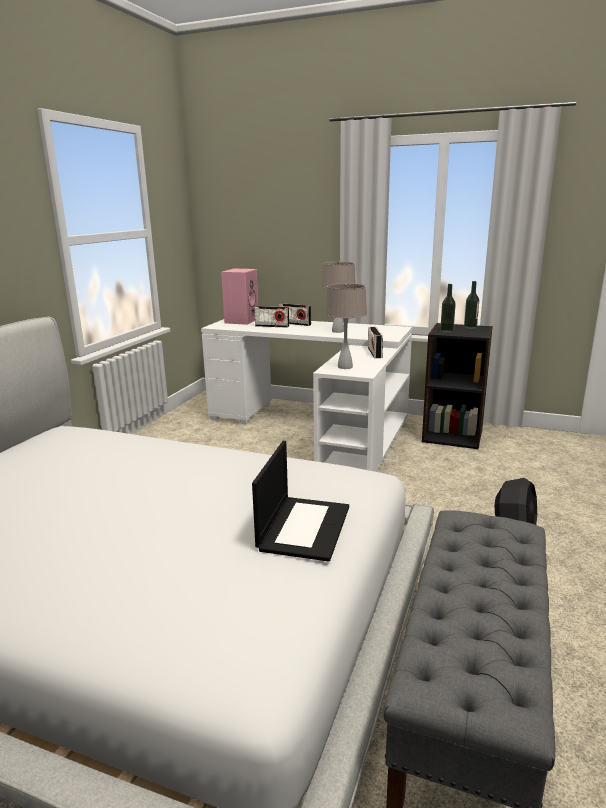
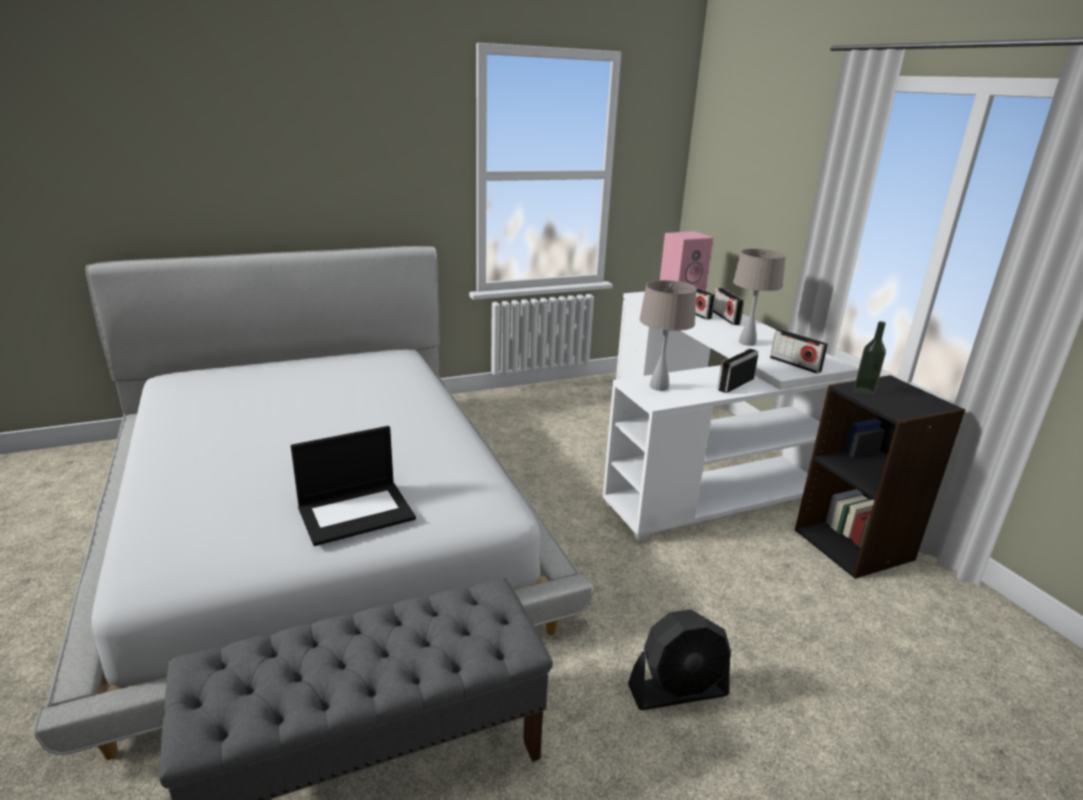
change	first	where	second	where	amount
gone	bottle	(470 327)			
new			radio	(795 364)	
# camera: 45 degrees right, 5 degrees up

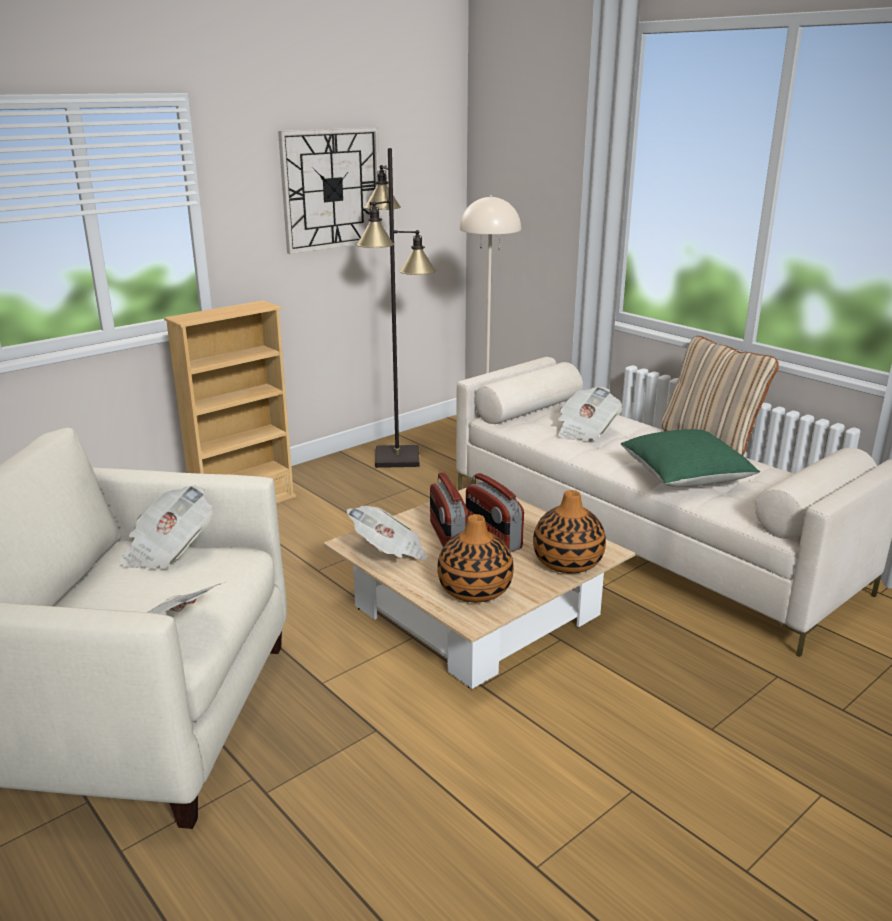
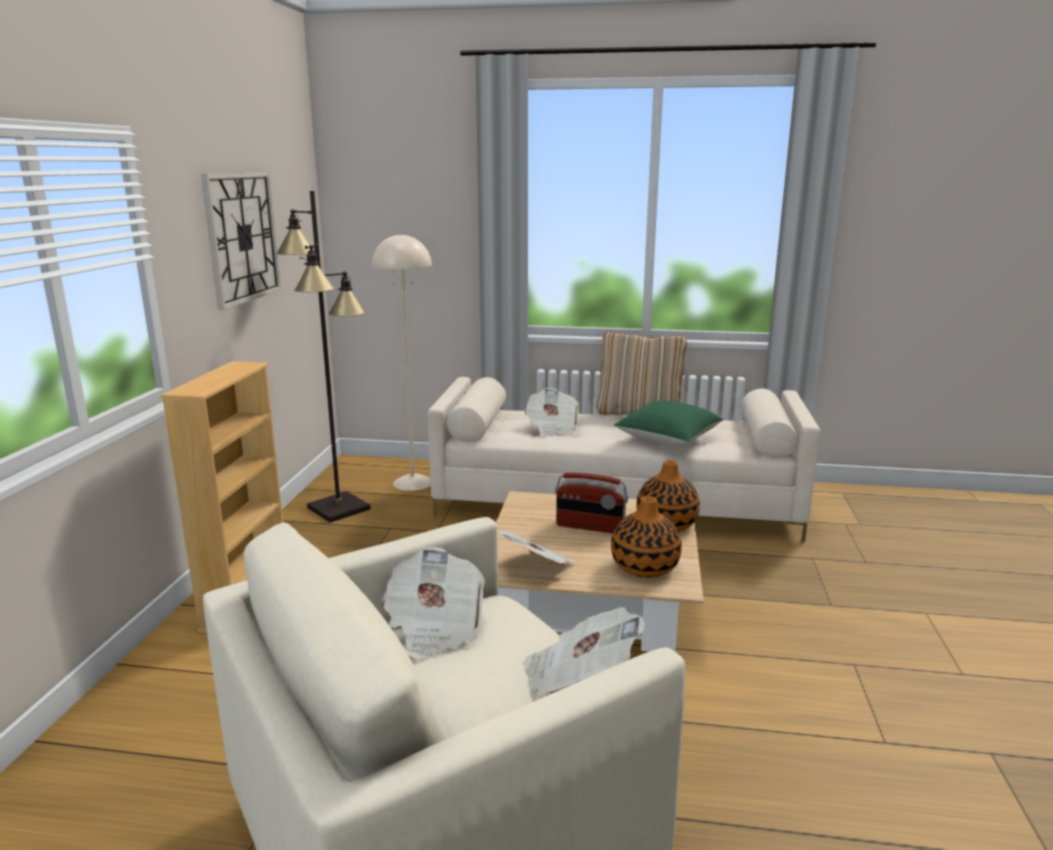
change	first	where	second	where	amount
gone	radio	(447 538)			
# camera: 40 degrees left, 5 degrees down

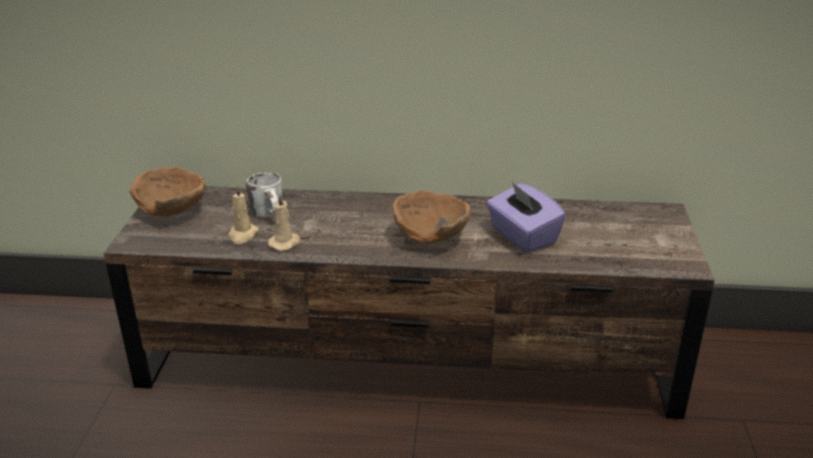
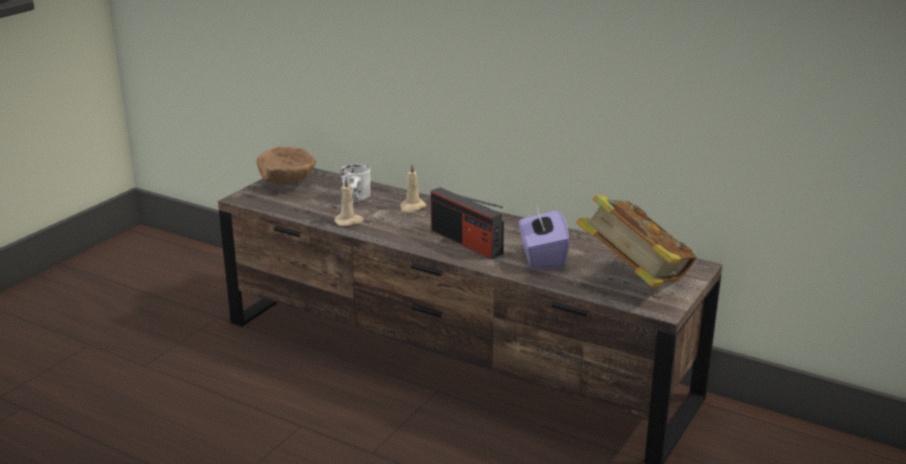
change	first	where	second	where	amount
new			book	(634 279)	
shifted	candle/beige	(243 235)		(412 207)	
swapped	bowl/brown	(432 238)	radio	(466 242)	
# camera: 25 degrees right, 5 degrees down

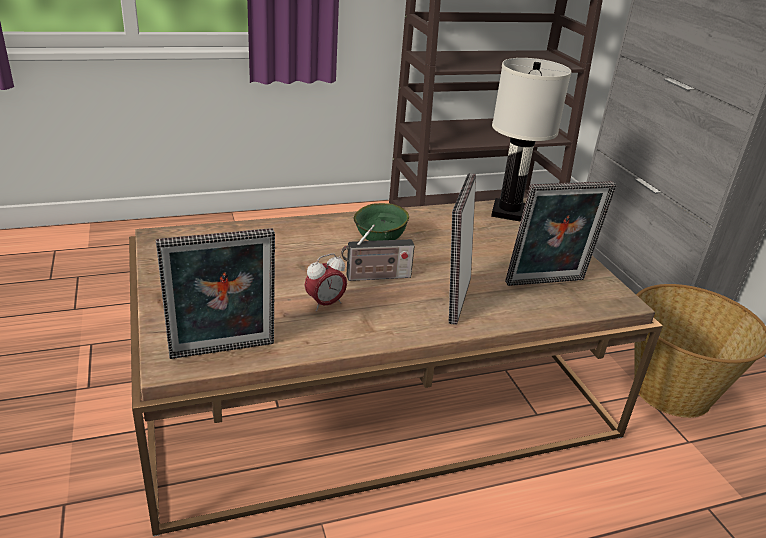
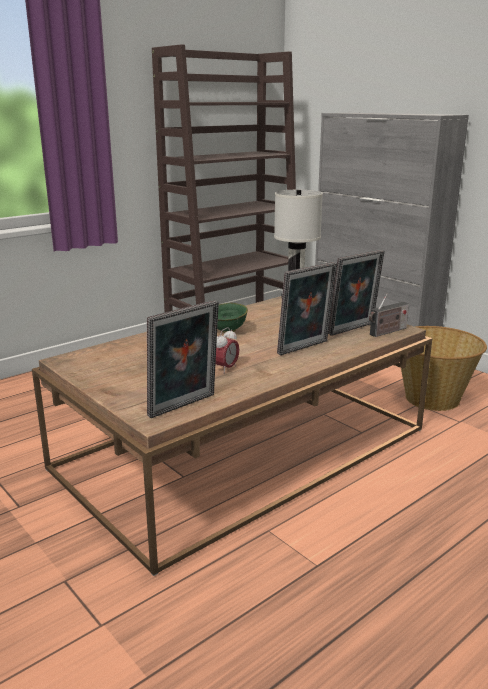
change	first	where	second	where	amount
shifted	radio	(375 277)		(387 332)	
rotated	picture frame	(454 298)		(305 348)	120 degrees counterclockwise
# camera: 20 degrees left, 10 degrees down

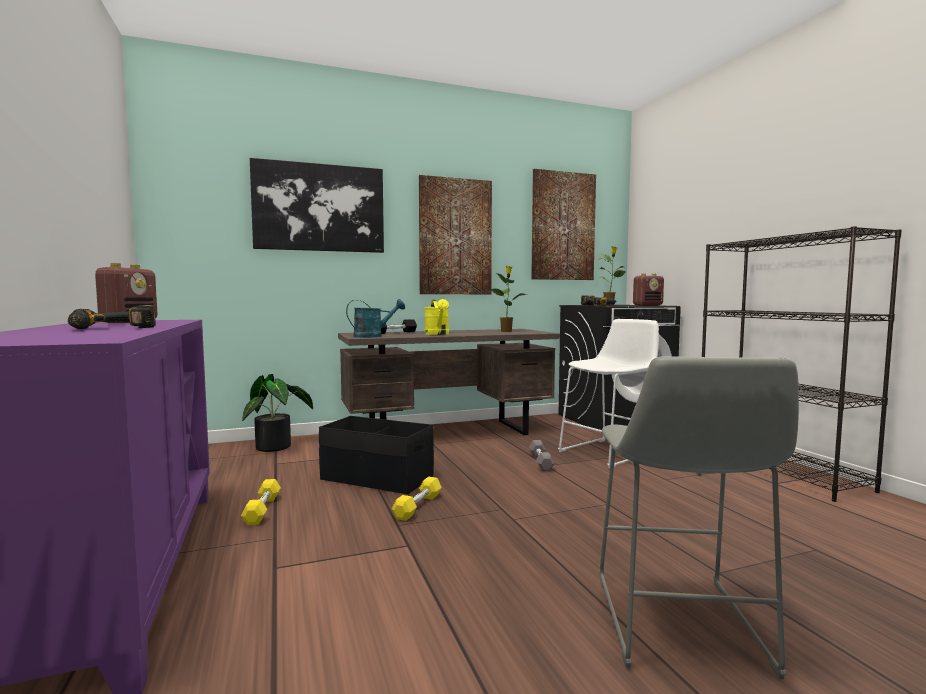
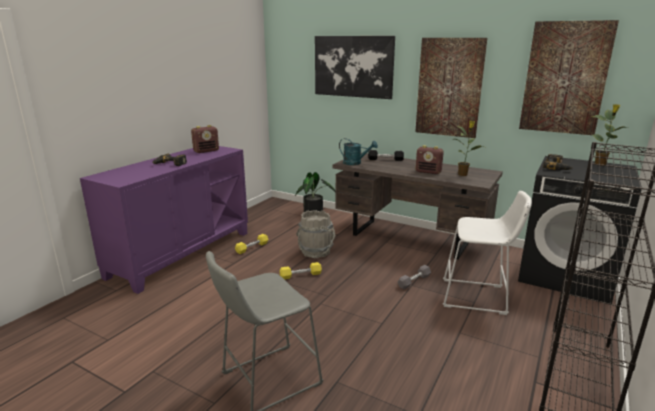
change	first	where	second	where	amount
gone	watering can/yellow	(438 334)			
shifted	radio	(648 305)		(428 172)	
swapped	storage box/black	(377 478)	bucket/grey	(316 252)	
# camera: 50 degrees right, 15 degrees up

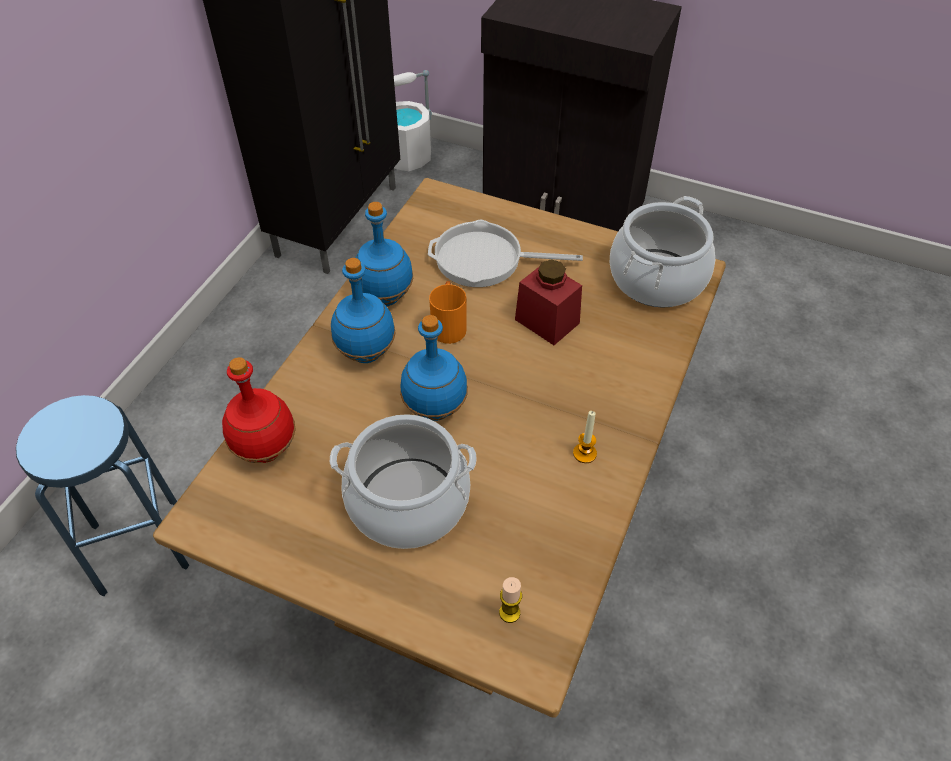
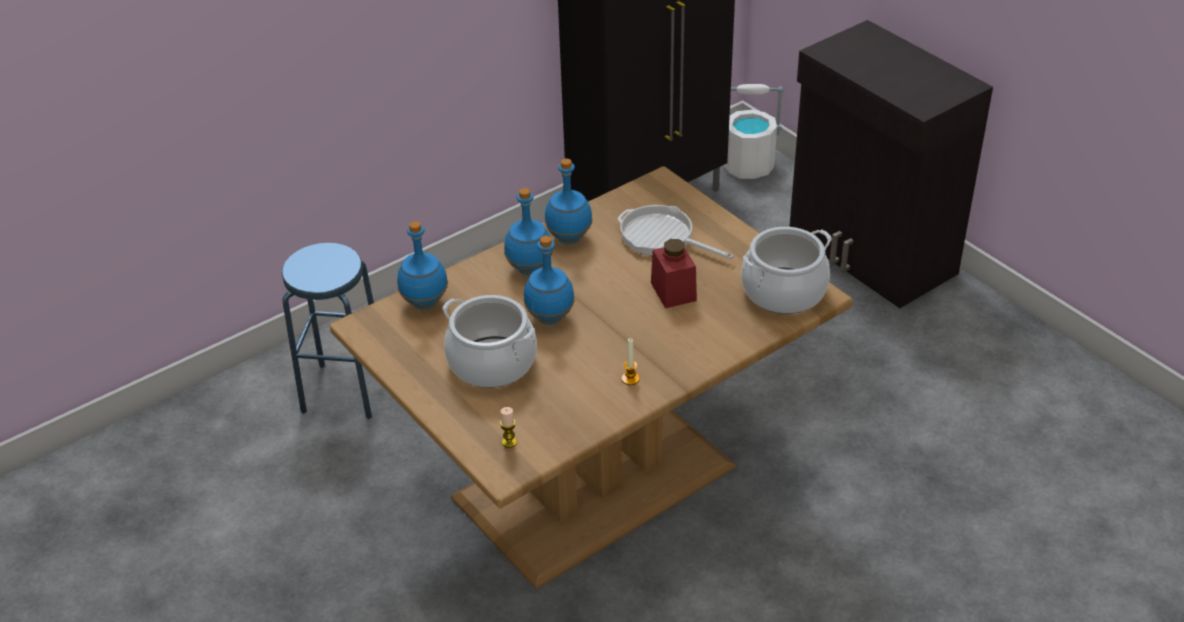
change	first	where	second	where	amount
gone	mug/orange	(448 326)			
repainted	bottle/red	(265 451)	bottle/blue	(424 303)	
# camera: 30 degrees right, 10 degrees down

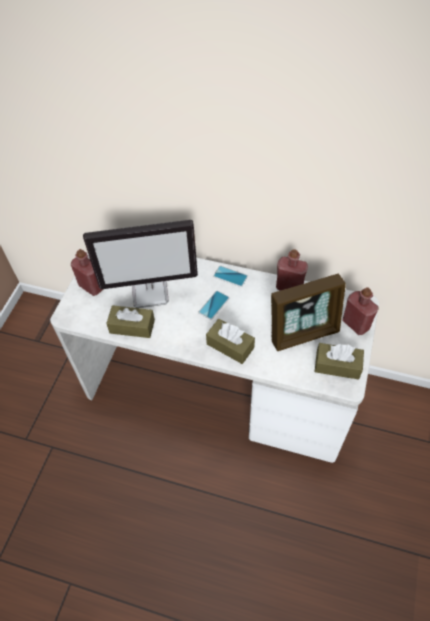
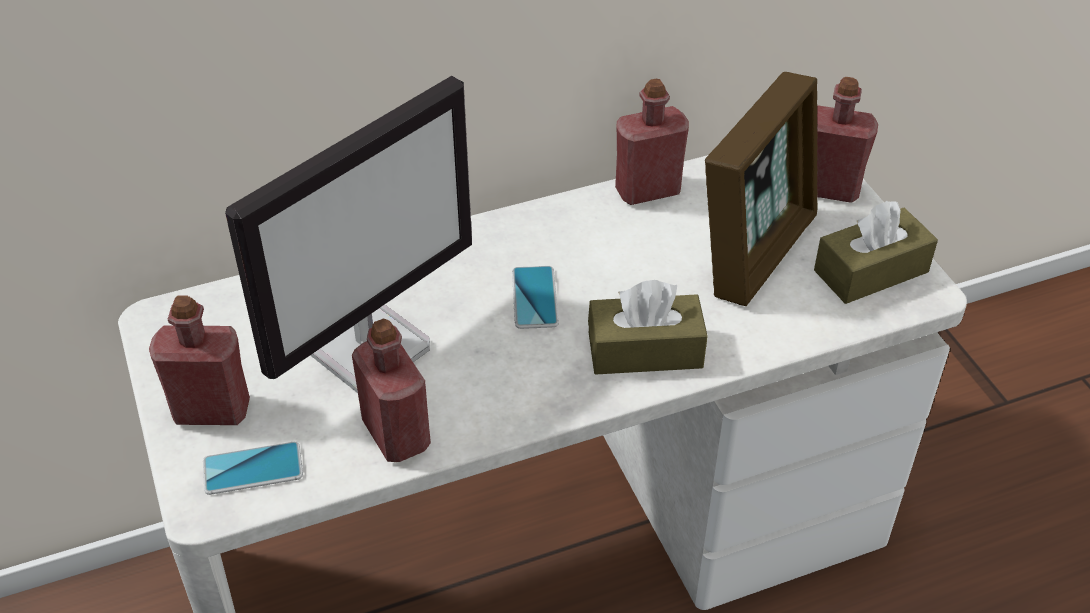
change	first	where	second	where	amount
shifted	phone	(230 276)		(253 469)	
swapped	tissue box/brown	(132 326)	bottle/red	(396 434)	
# camera: 40 degrees left, 10 degrees down

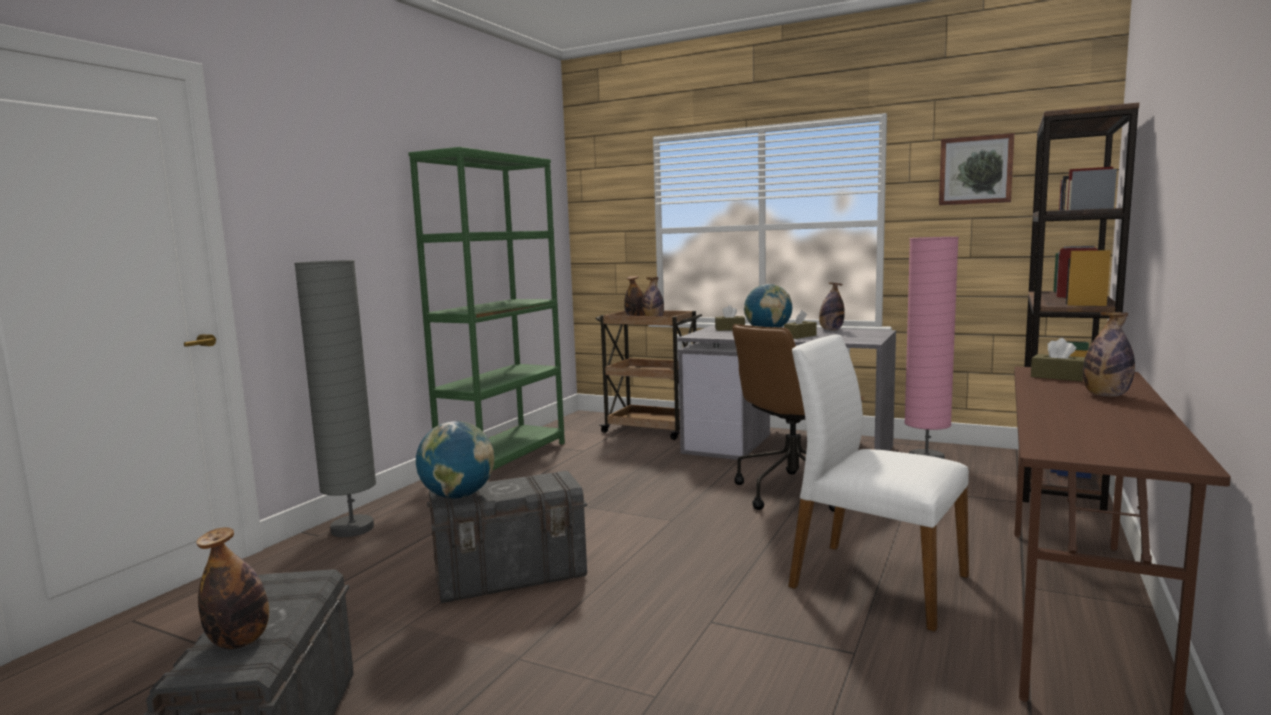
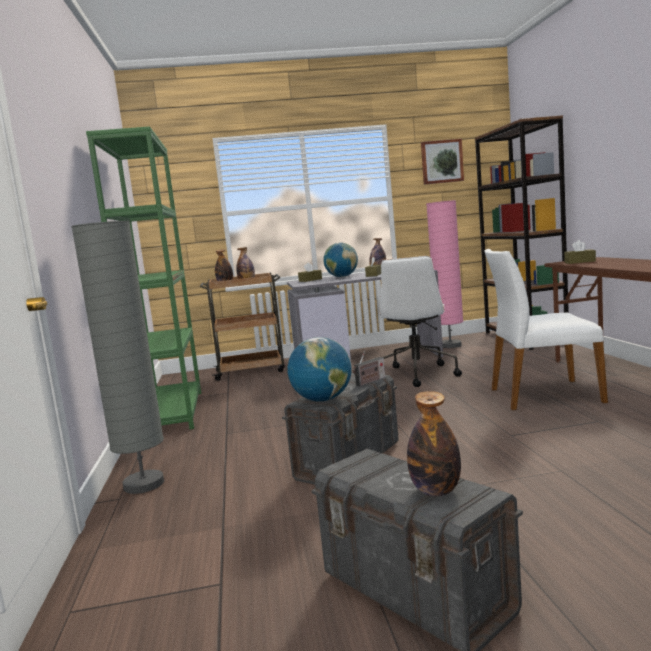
change	first	where	second	where	amount
gone	bottle	(1106 395)			
new			radio	(370 382)	
repainted	office chair/brown	(794 491)	office chair/white	(417 374)	
# camera: 35 degrees left, 0 degrees up

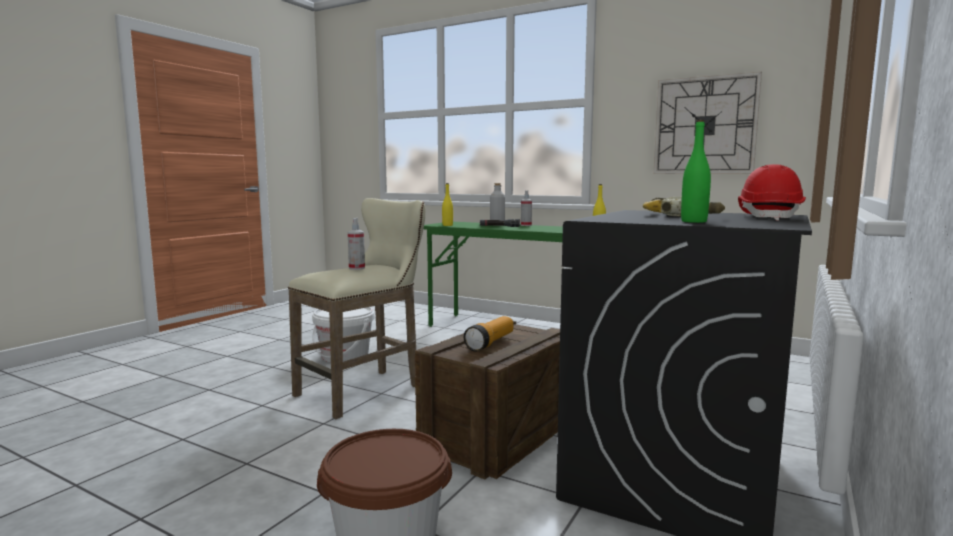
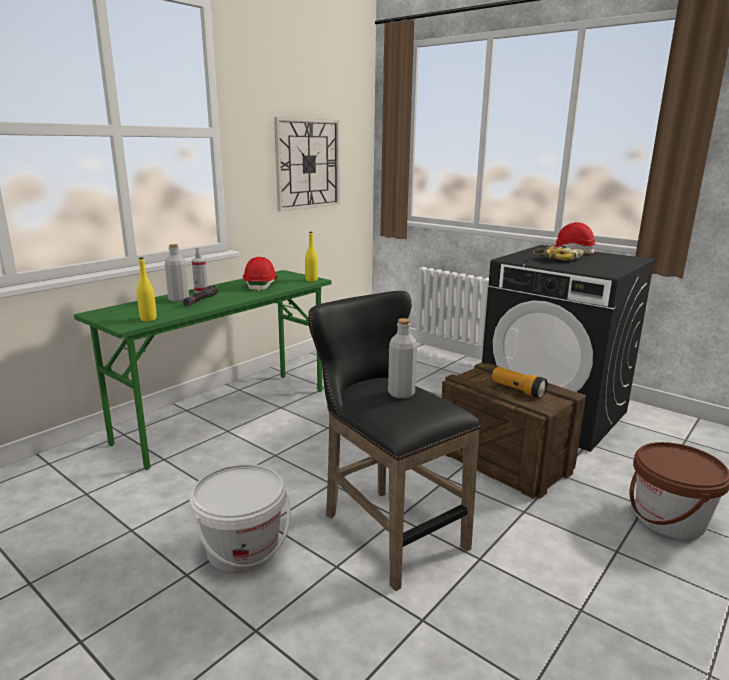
change	first	where	second	where	amount
gone	bottle/green	(693 221)			
new			hard hat/red	(261 285)	
swapped	spray bottle	(357 268)	bottle/grey	(401 393)	
repainted	stool/beige	(366 390)	stool/black	(386 528)	
# camera: 80 degrees left, 10 degrees up

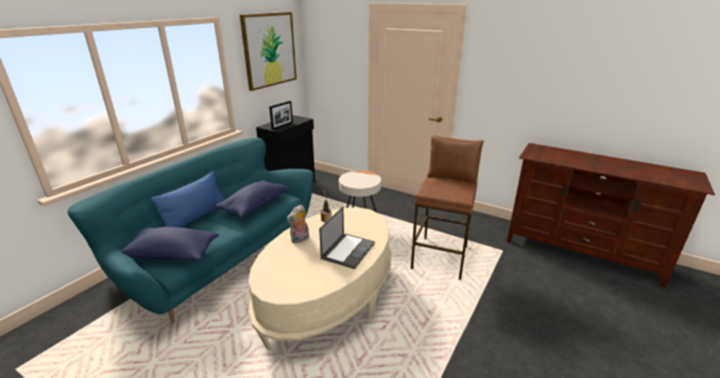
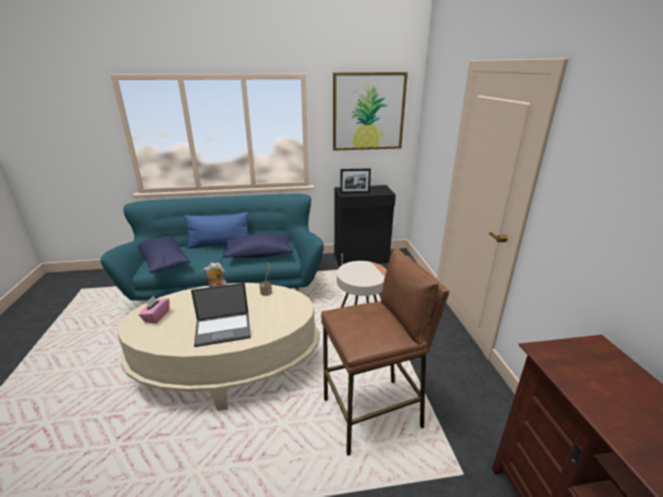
change	first	where	second	where	amount
new			tissue box/pink	(156 316)	
# camera: 50 degrees right, 0 degrees up

